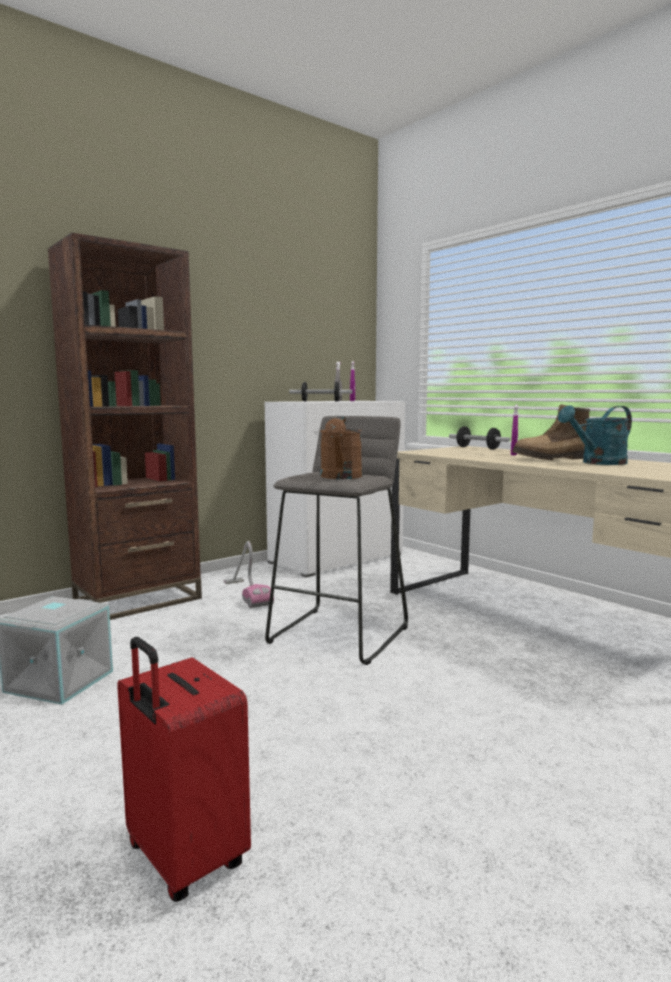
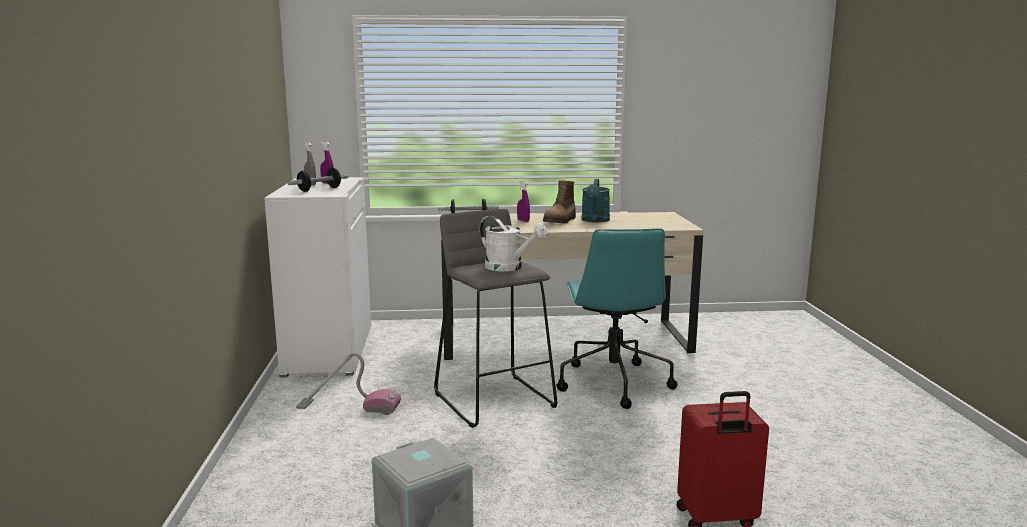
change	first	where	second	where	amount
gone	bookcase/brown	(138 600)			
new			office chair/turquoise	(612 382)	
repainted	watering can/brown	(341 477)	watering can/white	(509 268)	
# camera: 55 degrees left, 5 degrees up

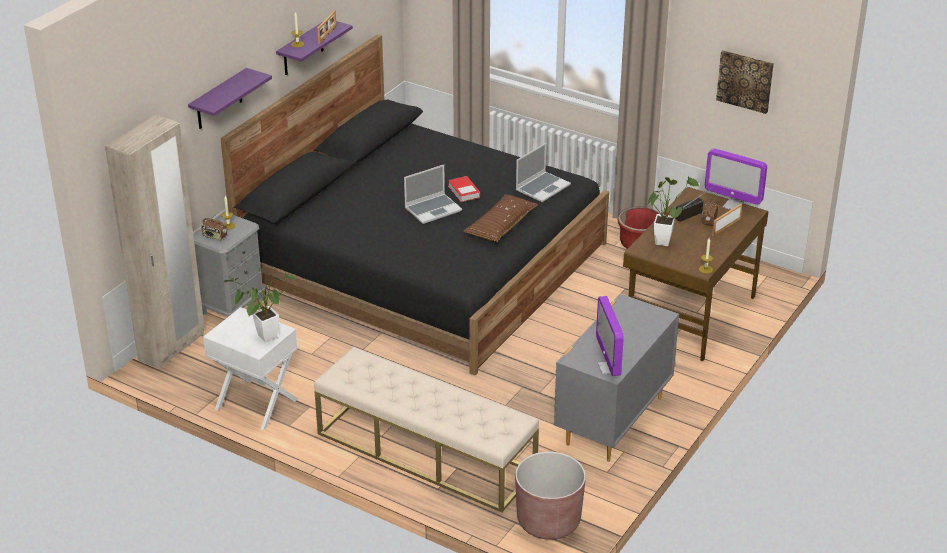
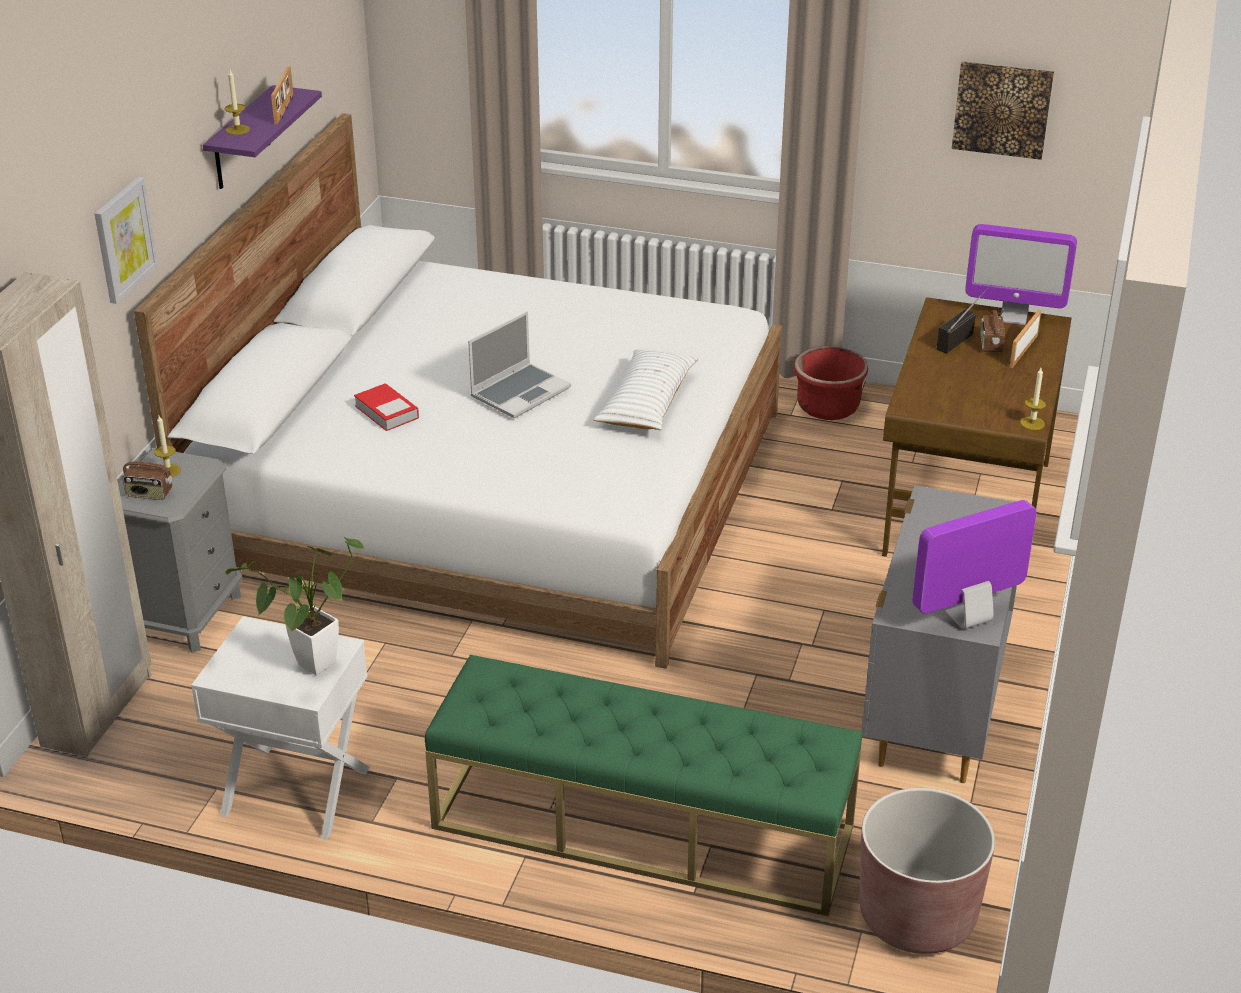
change	first	where	second	where	amount
gone	laptop	(542 187)			
gone	potted plant	(663 240)			
shifted	book	(464 192)		(386 412)	
swapped	shelf/purple	(219 100)	picture	(124 239)	
repainted	bed/black	(423 262)	bed/white	(495 488)	
repainted	bench/beige	(425 452)	bench/green	(641 827)	
repainted	pillow/brown	(501 225)	pillow/white	(647 403)	
rotated	monitor	(609 367)		(968 617)	90 degrees clockwise
# camera: 15 degrees left, 0 degrees up

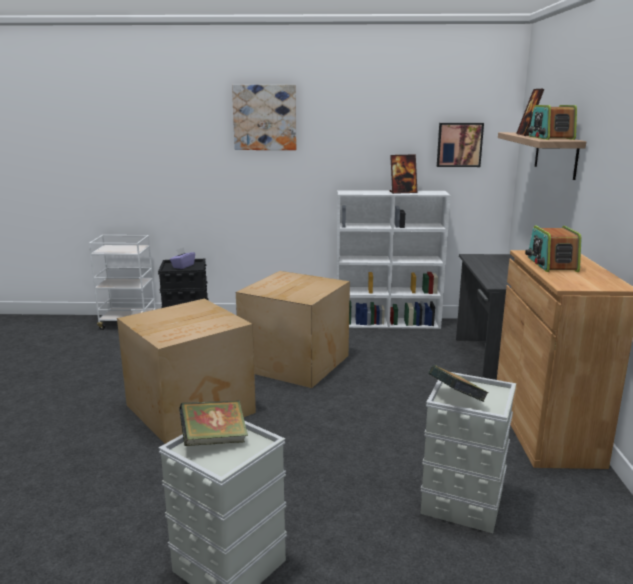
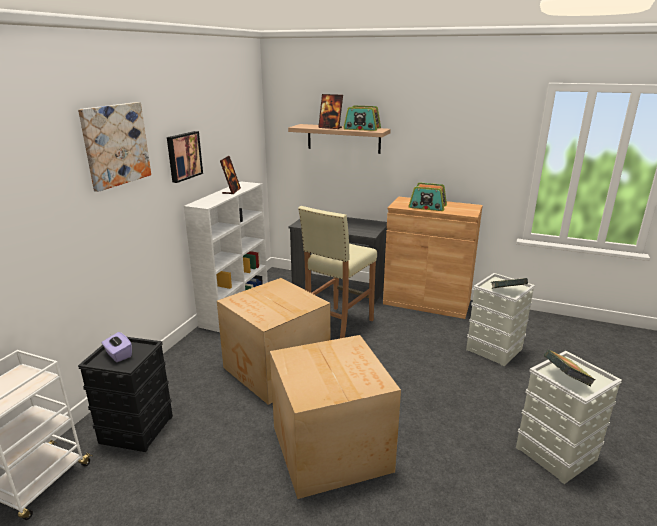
change	first	where	second	where	amount
new			stool/beige	(338 326)	
shifted	picture	(459 144)		(183 156)	
# camera: 70 degrees left, 5 degrees up

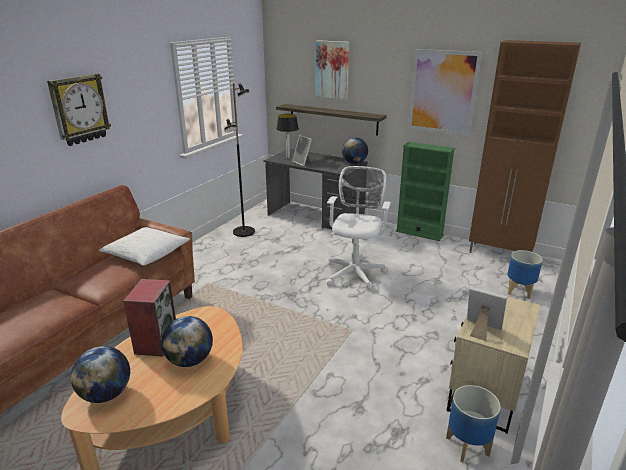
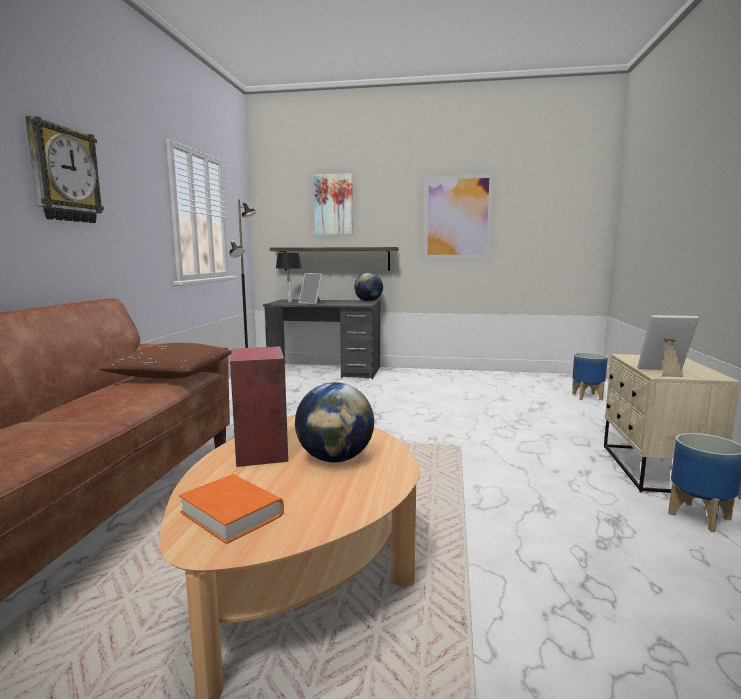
change	first	where	second	where	amount
gone	office chair/white	(355 272)			
gone	bookcase/green	(419 233)			
gone	cabinet/brown	(500 254)			
swapped	globe	(106 394)	book/orange	(231 514)	
repainted	pillow/white	(147 254)	pillow/brown	(172 375)	
# camera: 20 degrees left, 15 degrees down

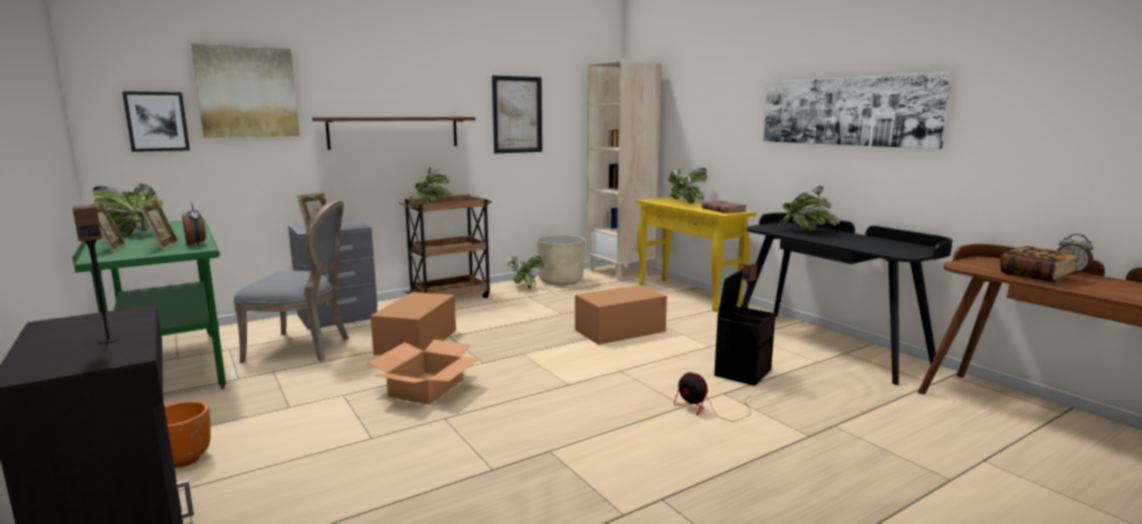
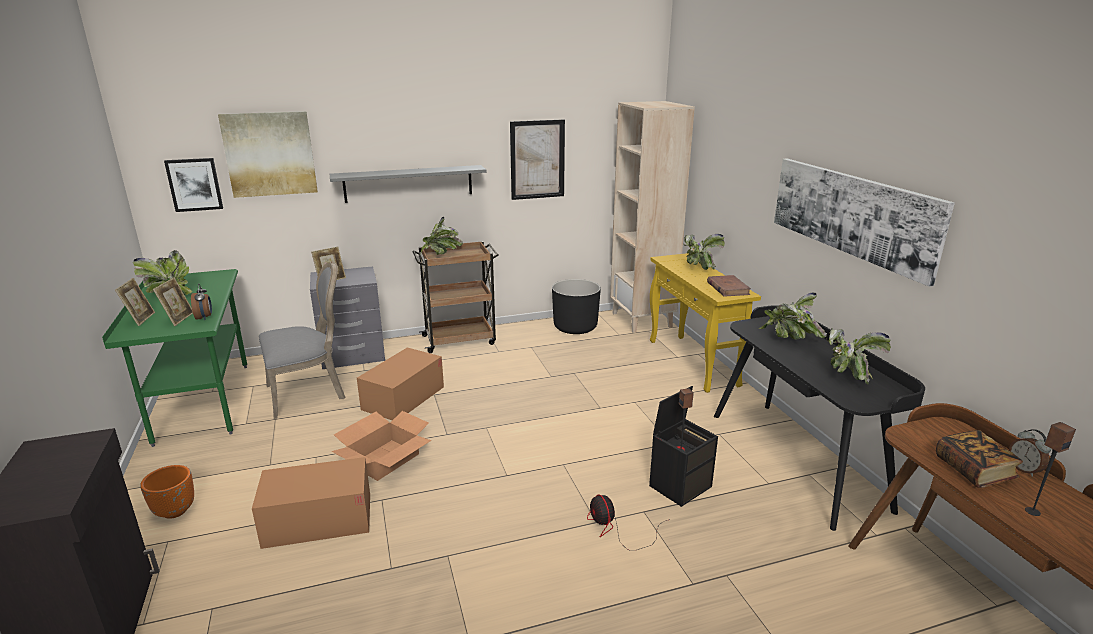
change	first	where	second	where	amount
shifted	speaker	(108 340)		(1032 511)	
shifted	potted plant	(524 287)		(847 376)	
shifted	cardboard box	(620 331)		(318 520)	
repainted	shelf/brown	(394 132)	shelf/grey	(408 183)	
repainted	planter/beige	(561 281)	planter/black	(575 327)	
rotated	chair/grey	(303 348)		(309 393)	45 degrees counterclockwise
# camera: 15 degrees right, 10 degrees up

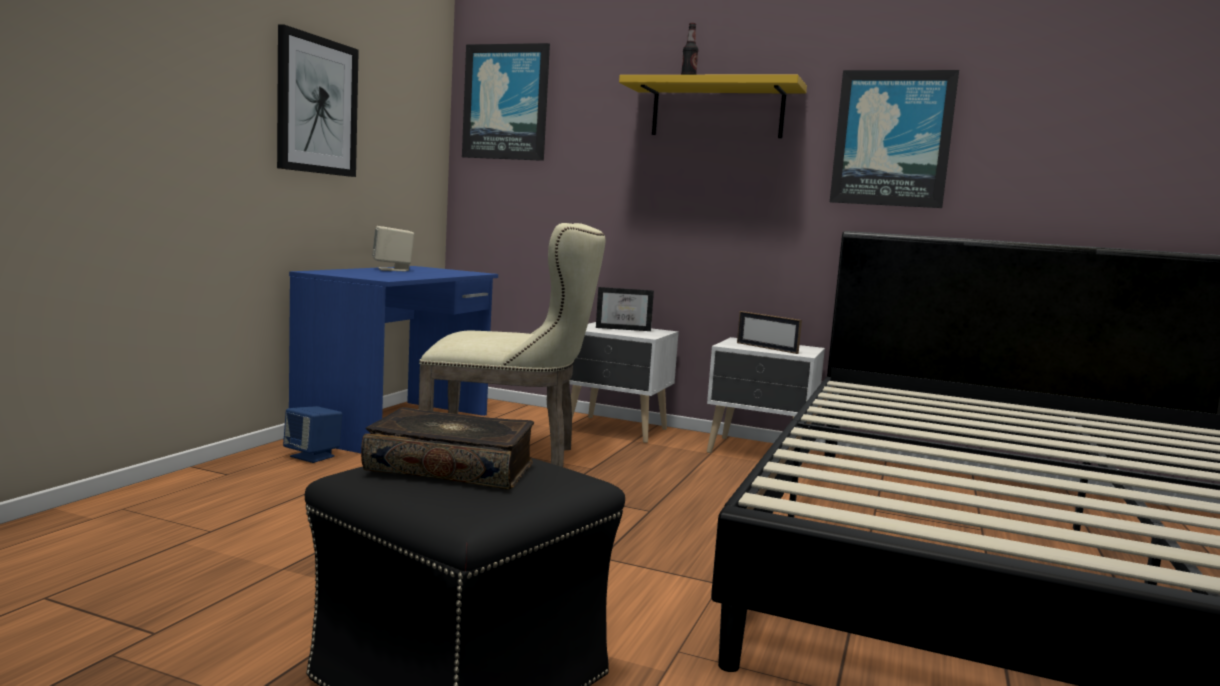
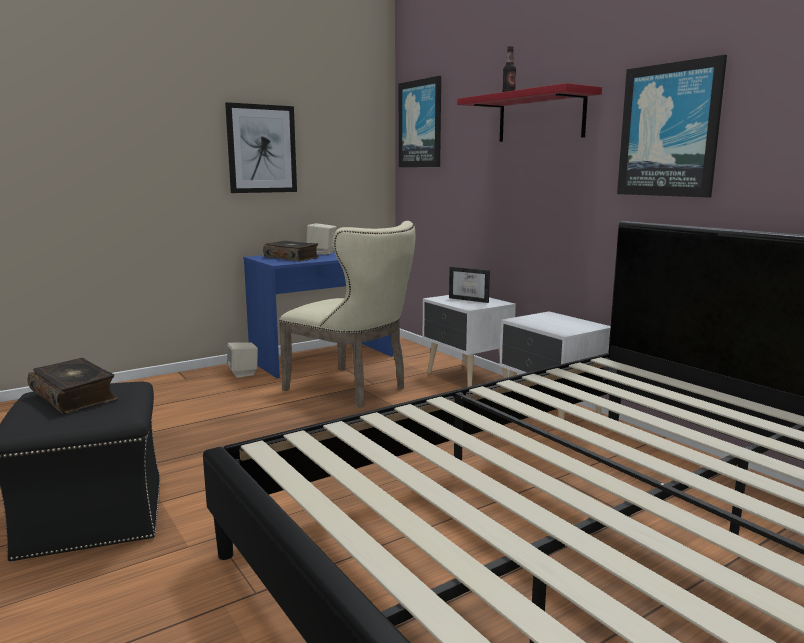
change	first	where	second	where	amount
gone	picture frame	(766 348)			
new			book	(292 258)	
repainted	speaker/blue	(313 456)	speaker/beige	(243 373)	
repainted	shelf/yellow	(717 111)	shelf/red	(540 117)	
# camera: 35 degrees right, 5 degrees up

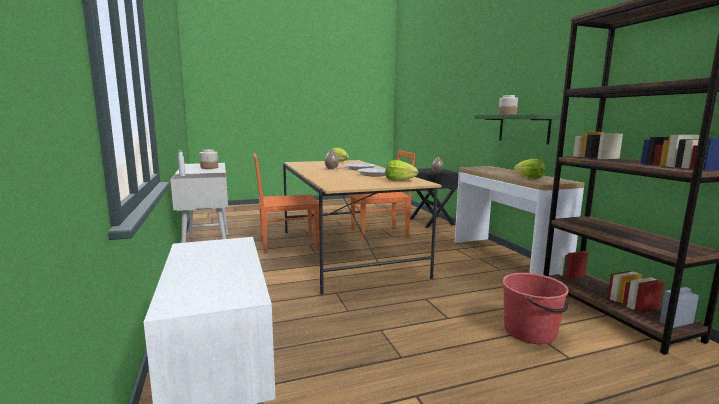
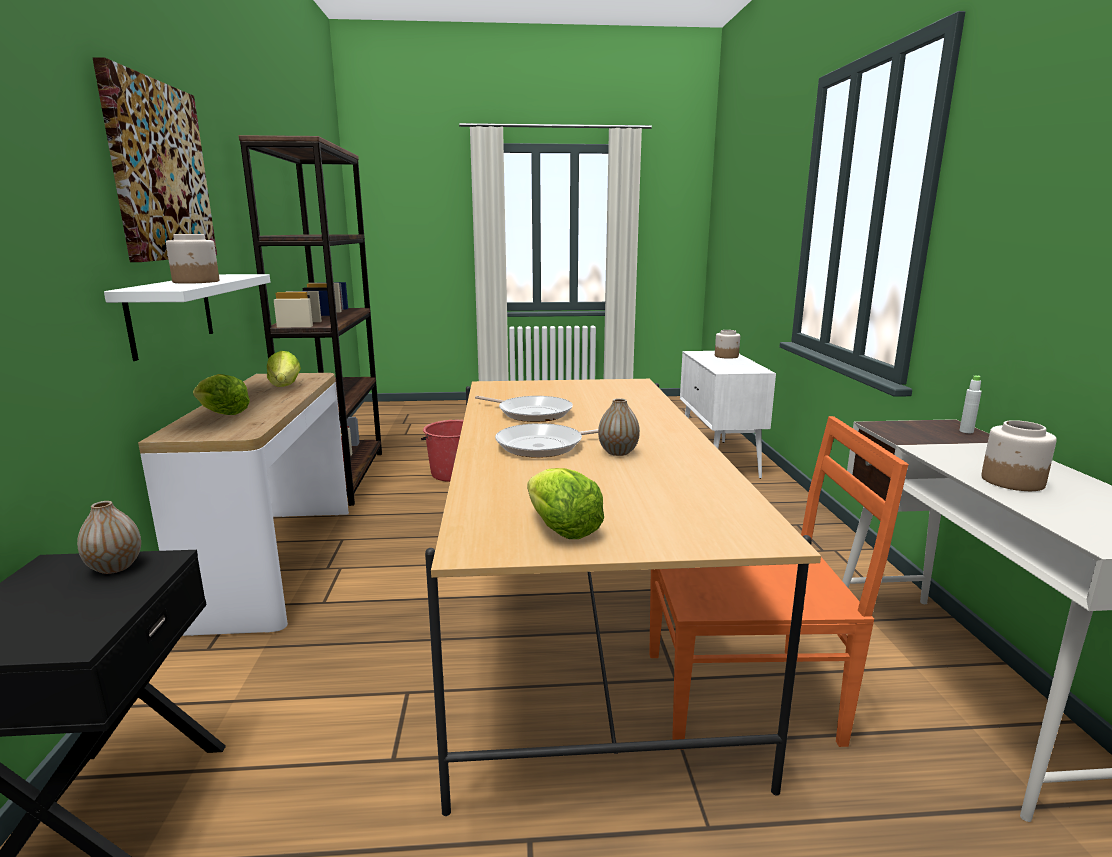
change	first	where	second	where	amount
gone	chair/orange	(380 233)			
new			picture	(158 171)	
new			jar	(726 356)	
shifted	lettuce	(399 180)		(222 413)	
repainted	shelf/green	(523 128)	shelf/white	(171 314)	
# camera: 165 degrees left, 5 degrees up

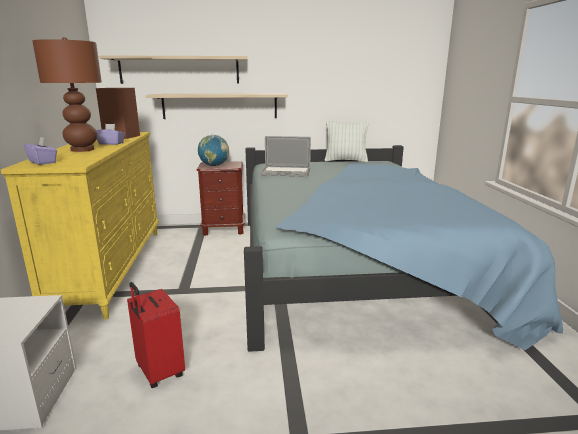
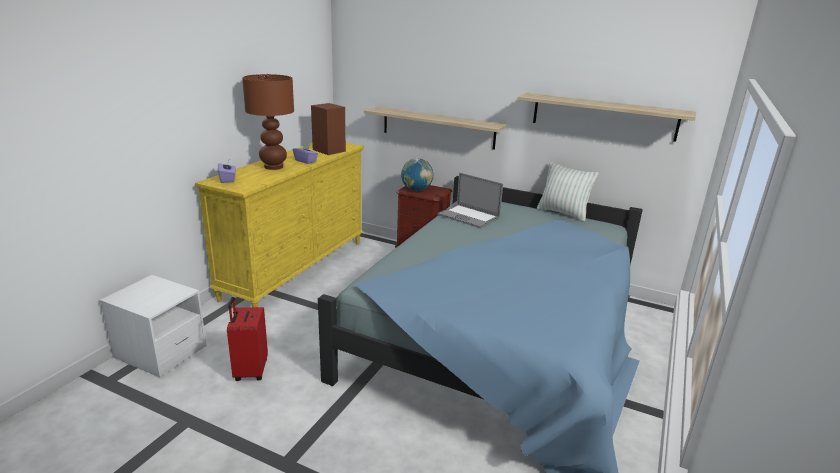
change	first	where	second	where	amount
shifted	shelf	(179 70)		(603 116)	
# camera: 30 degrees right, 5 degrees up

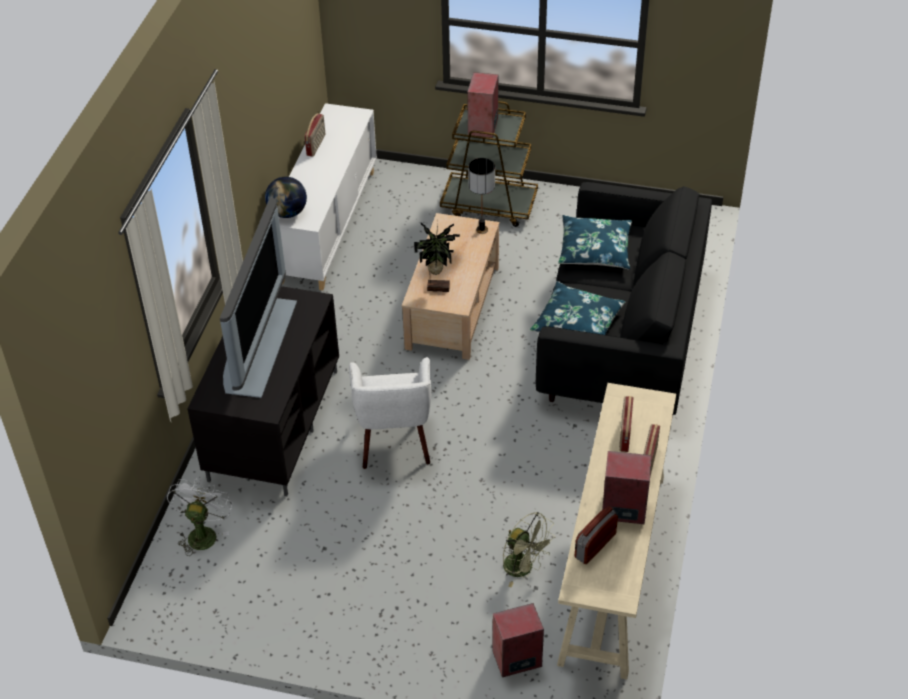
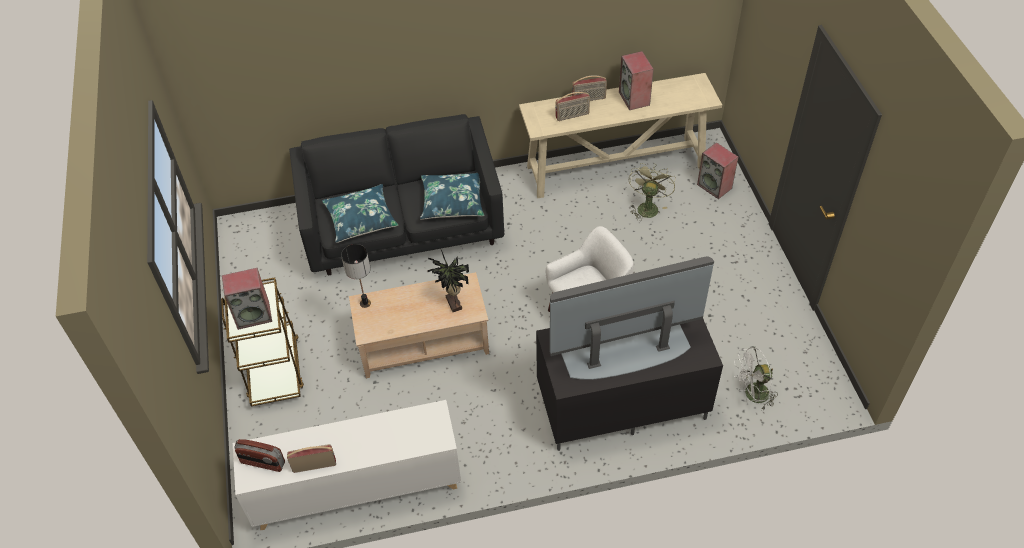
change	first	where	second	where	amount
gone	globe	(287 213)			
shifted	radio	(594 545)		(263 463)	
# camera: 115 degrees left, 5 degrees up

